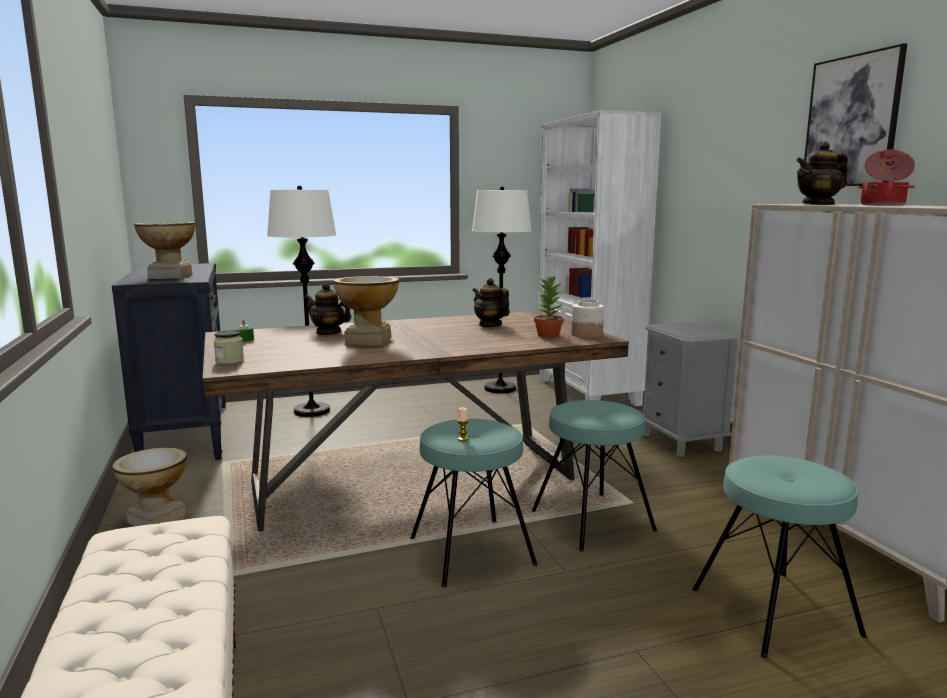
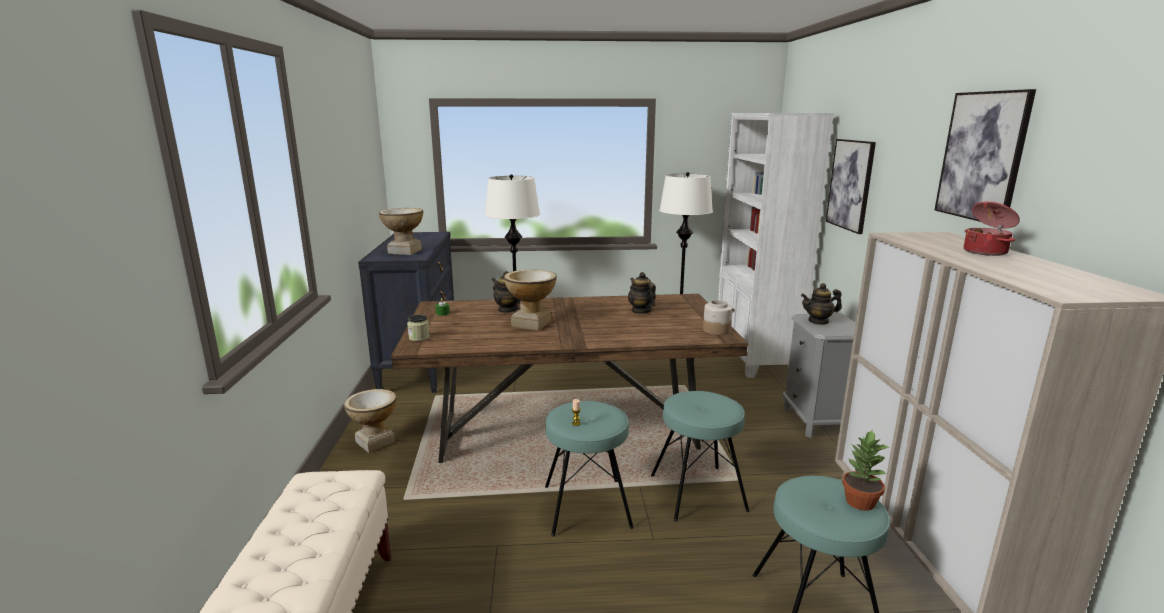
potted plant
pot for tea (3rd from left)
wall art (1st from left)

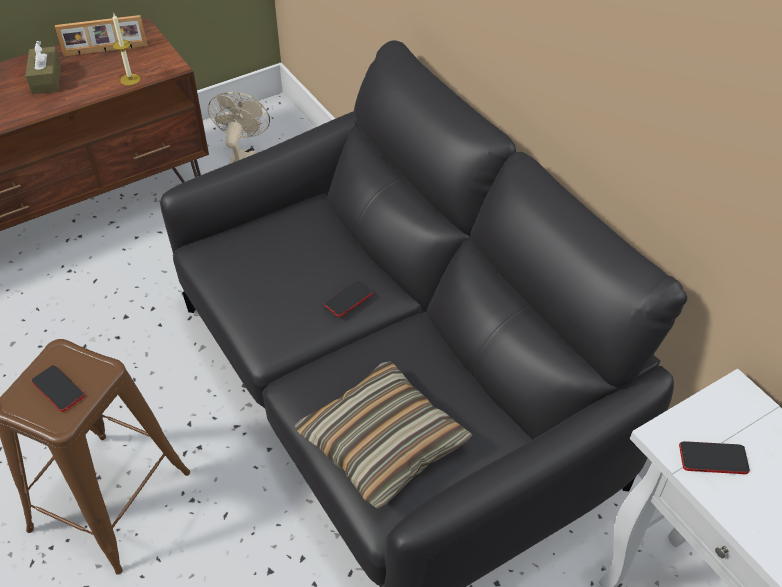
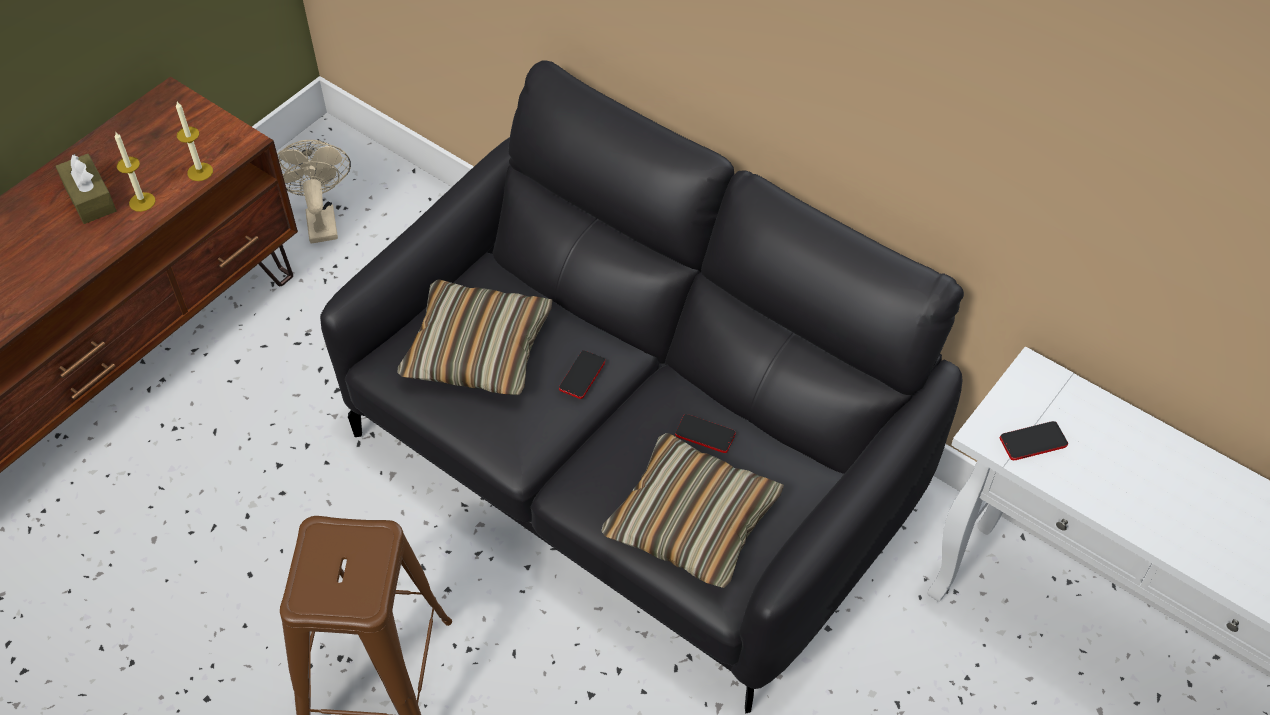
handset (2nd from left)
picture frame
candle (1st from left)
throw pillow (1st from left)

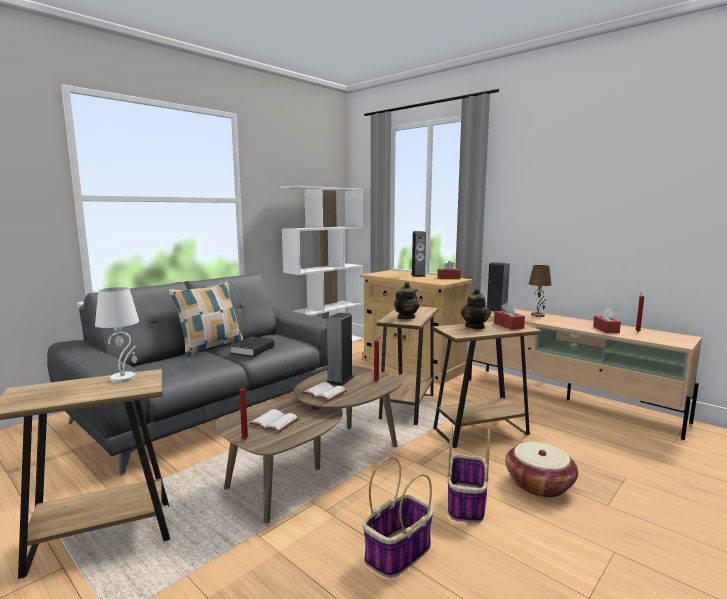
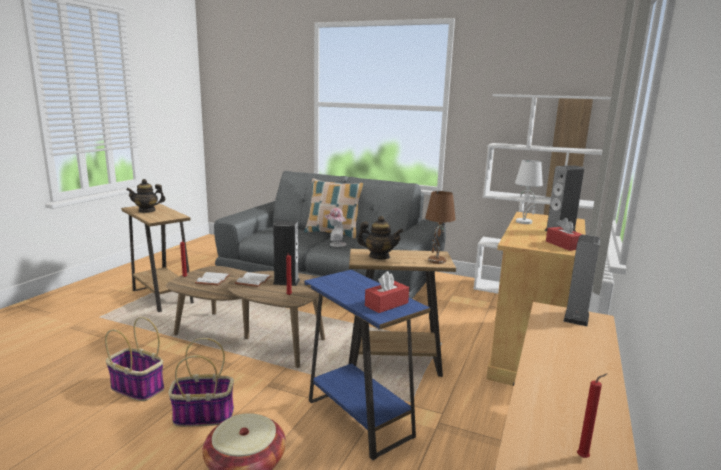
white-coloured lamp for a table
wearable hat
bluish side table
pot for tea (1st from left)
brownish lamp for a table
red tissue holder (3rd from left in the first image)

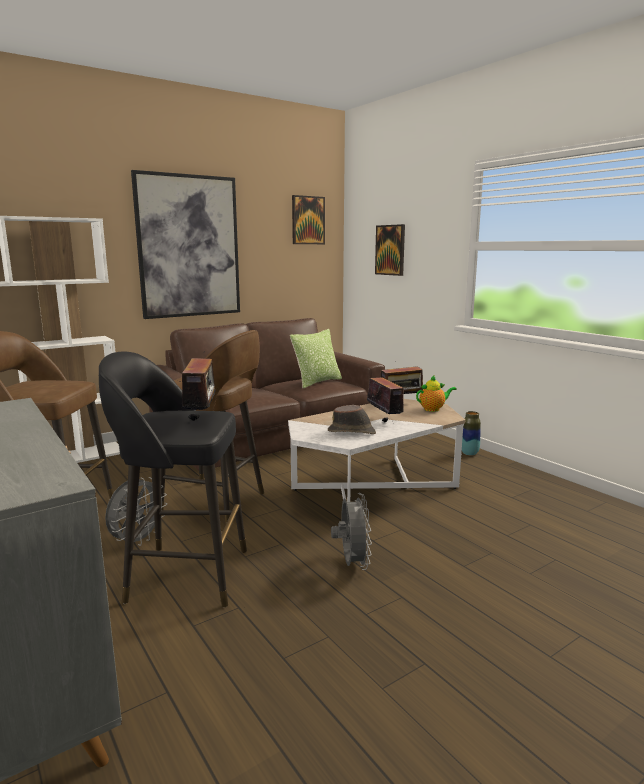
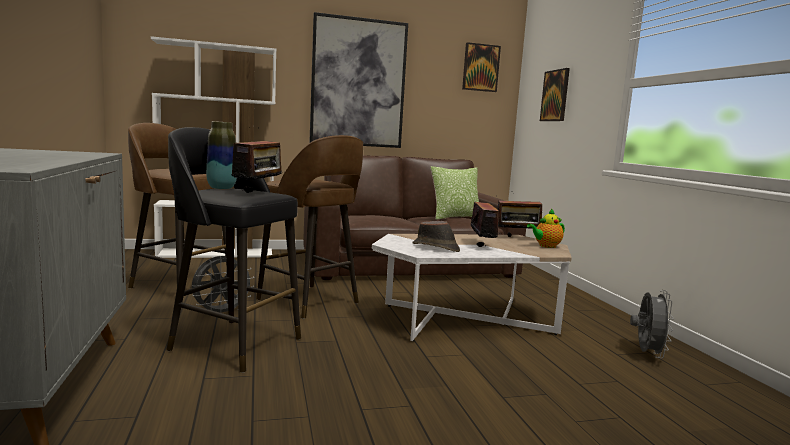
grey fan (2nd from left)
pot for tea
decorative vase

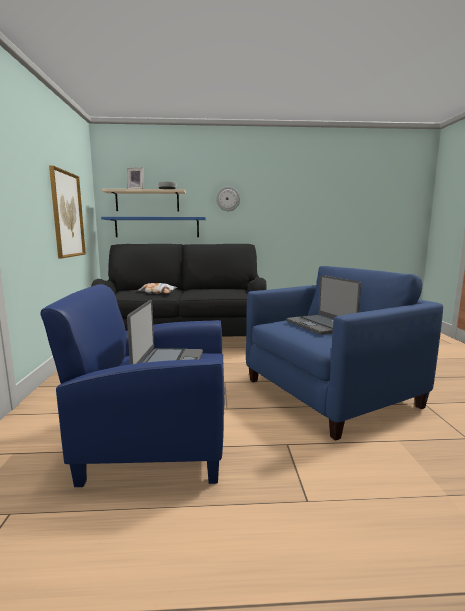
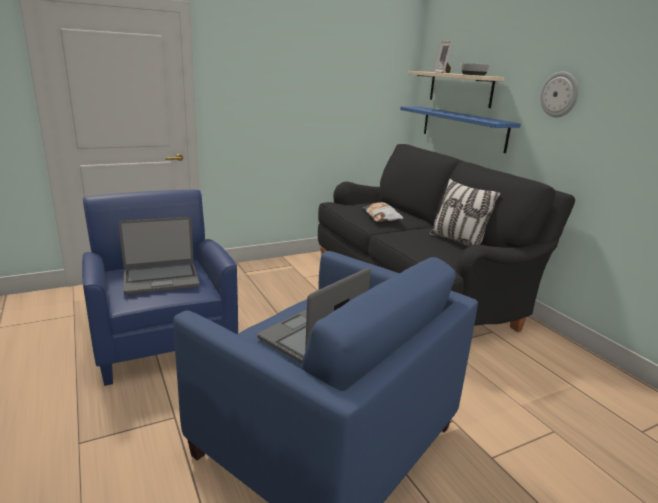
wall art
throw pillow (2nd from left)

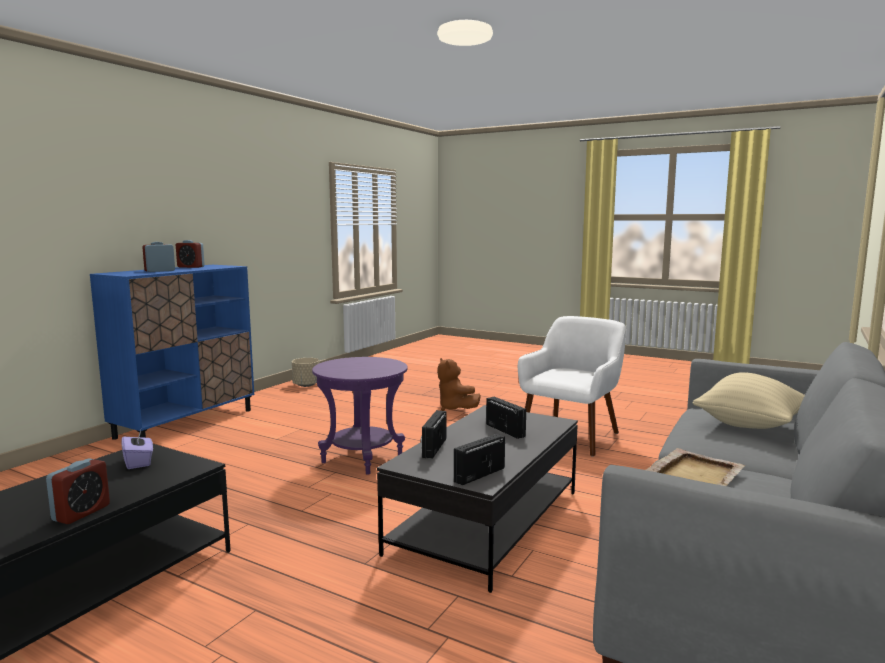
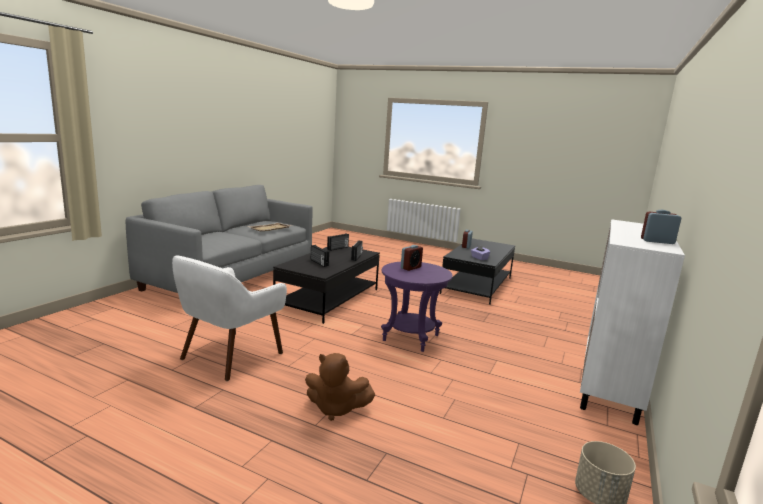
white-coloured cabinet
bedside clock (1st from left)
brownish cuddly toy
beige-coloured throw pillow

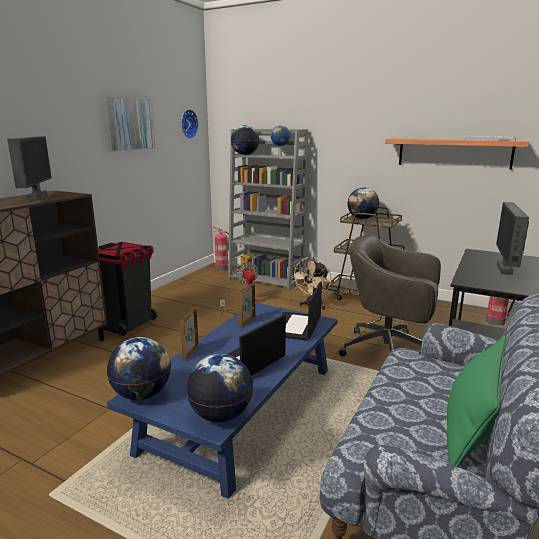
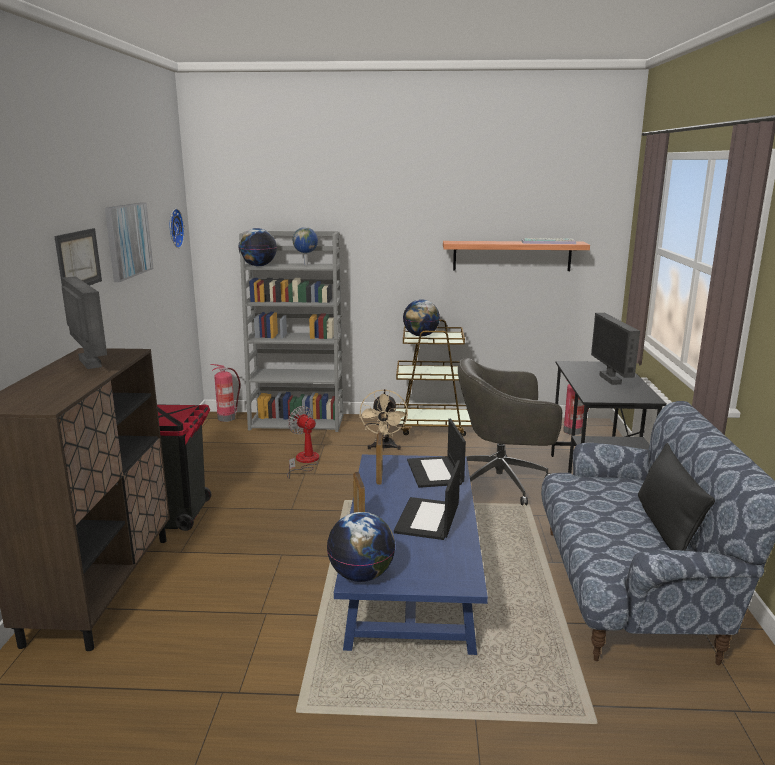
desk globe (2nd from left in the first image)
black throw pillow
wall art (1st from left)

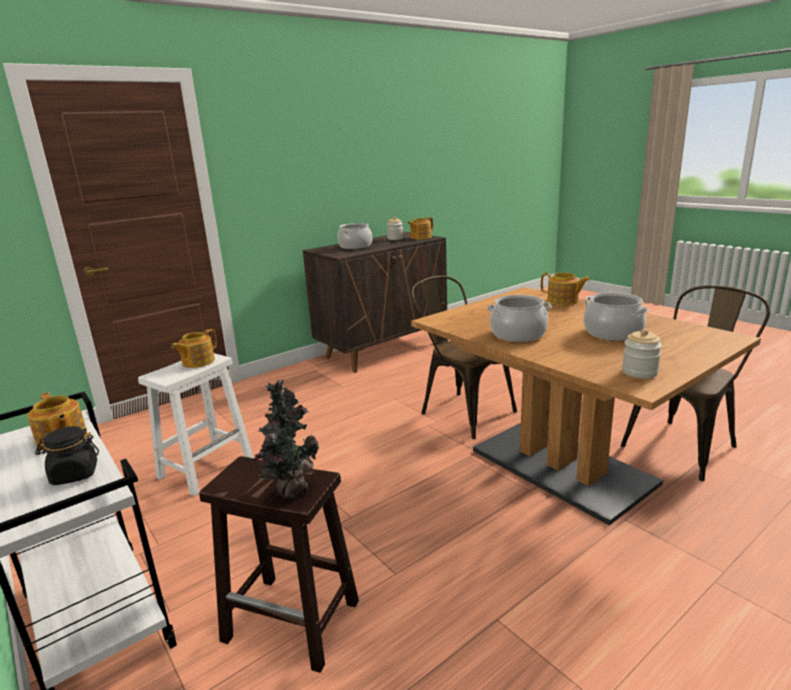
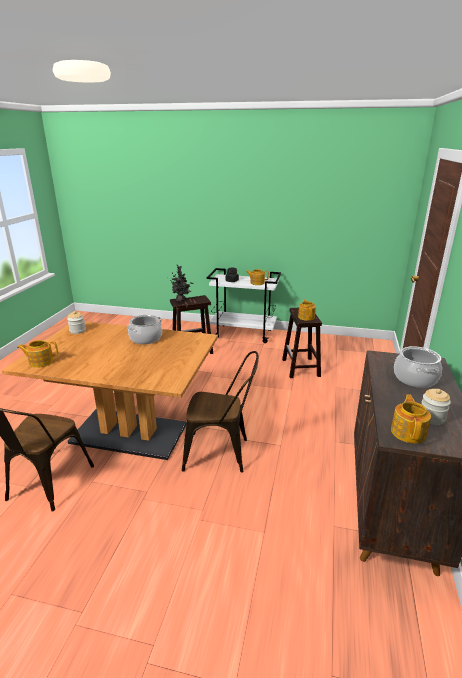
brownish sitting stool (2nd from left)
pot for tea (1st from left)
cooking pot (3rd from left in the first image)

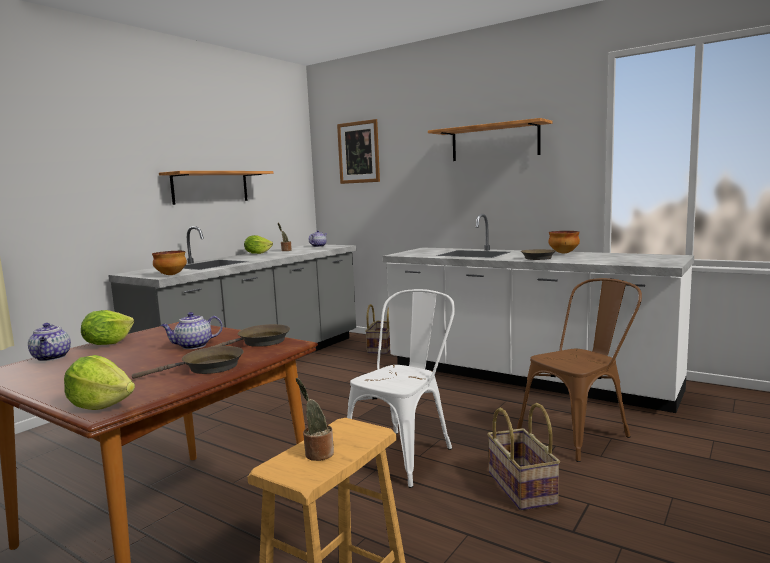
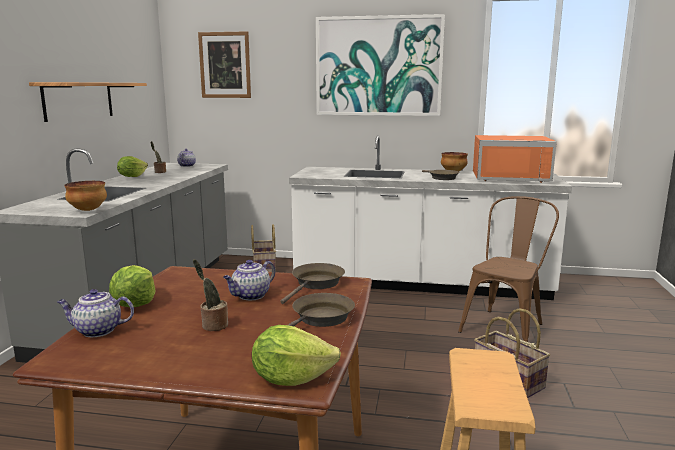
pot for tea (1st from left)
potted plant (2nd from left)
white-coloured upright chair
wall art (2nd from left)
orange microwave

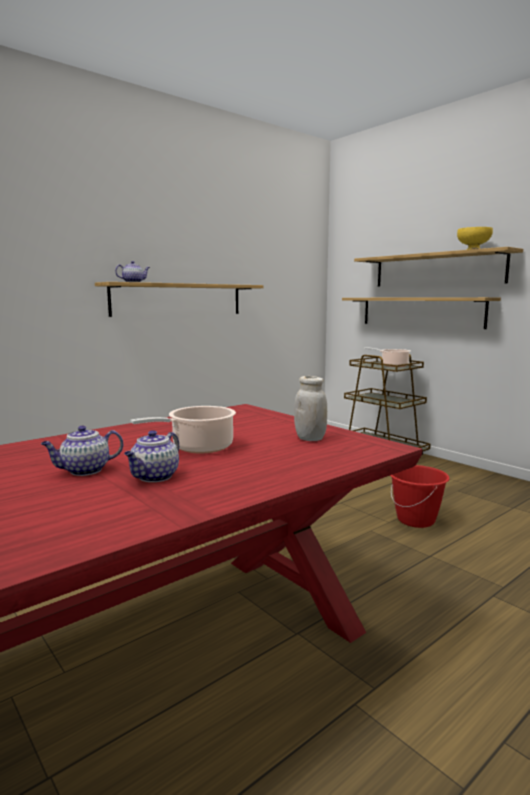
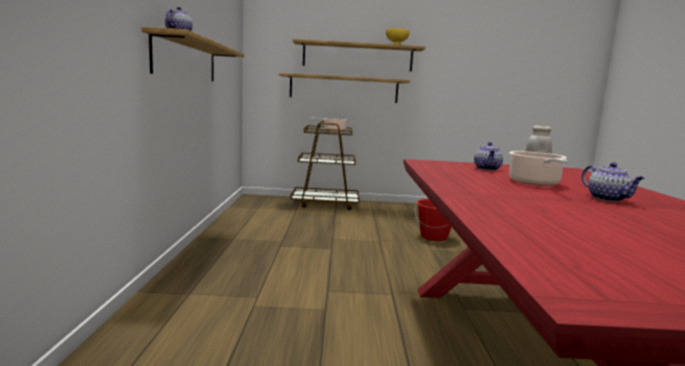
pot for tea (2nd from left)

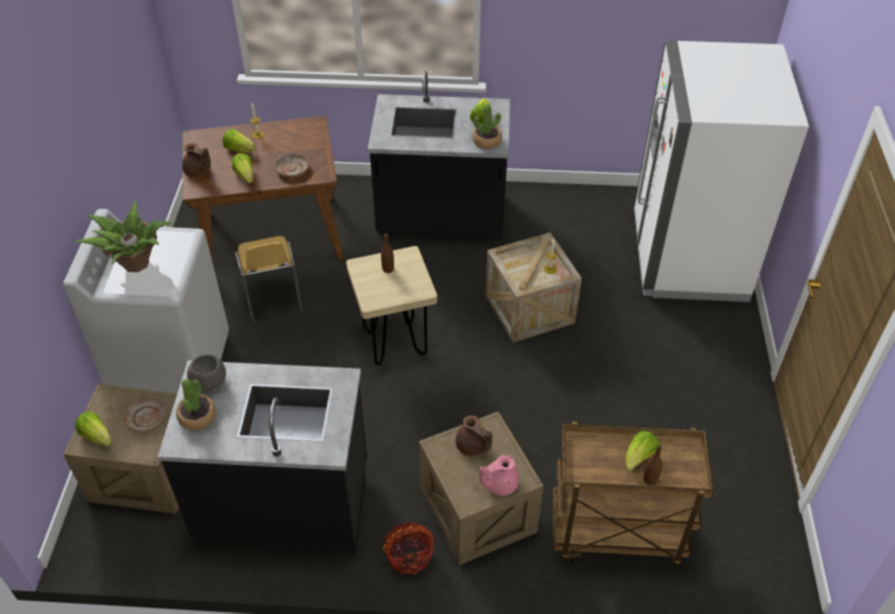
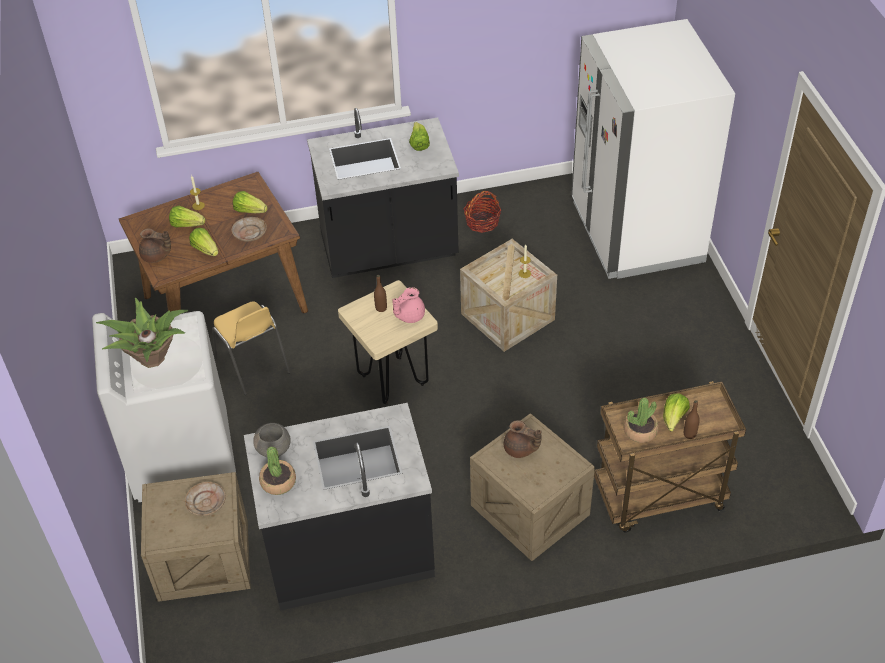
lettuce (3rd from left)
storage basket
potted plant (3rd from left)
pink-coloured pot for tea

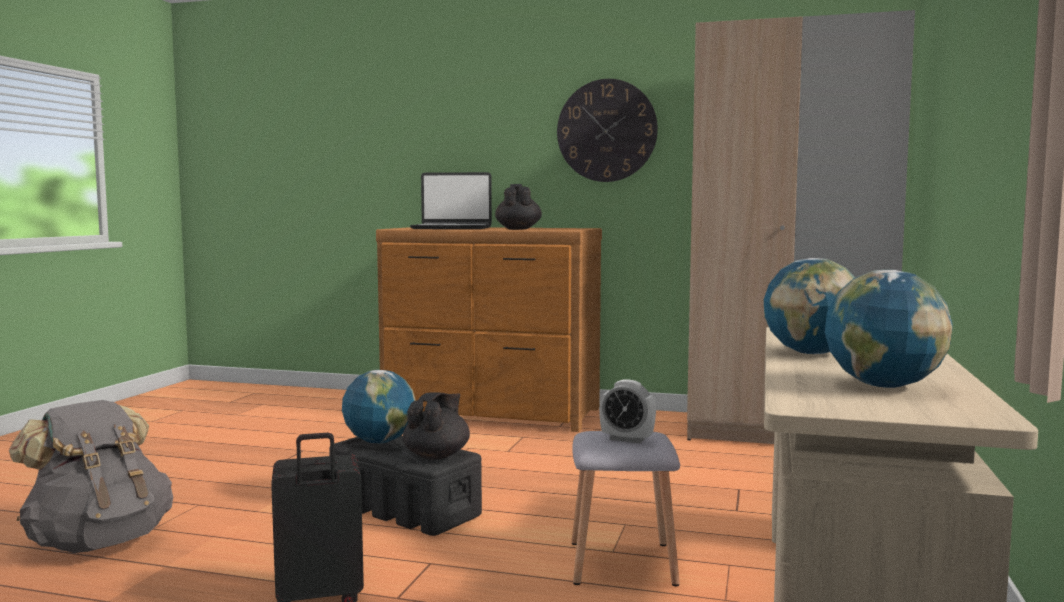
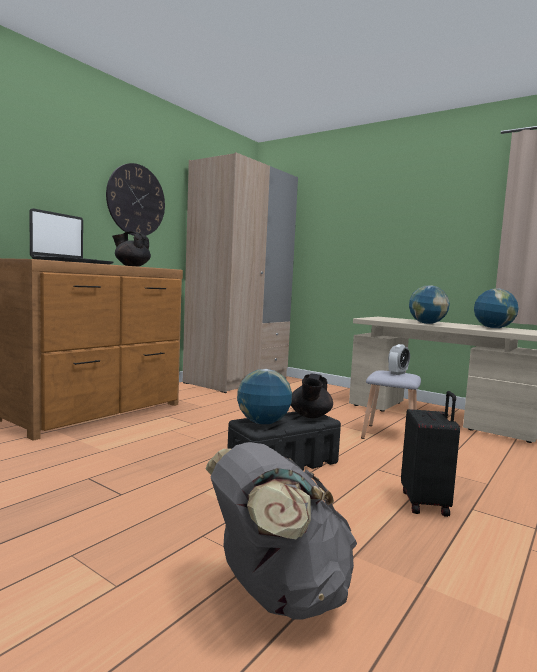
black pot for tea (2nd from left)

